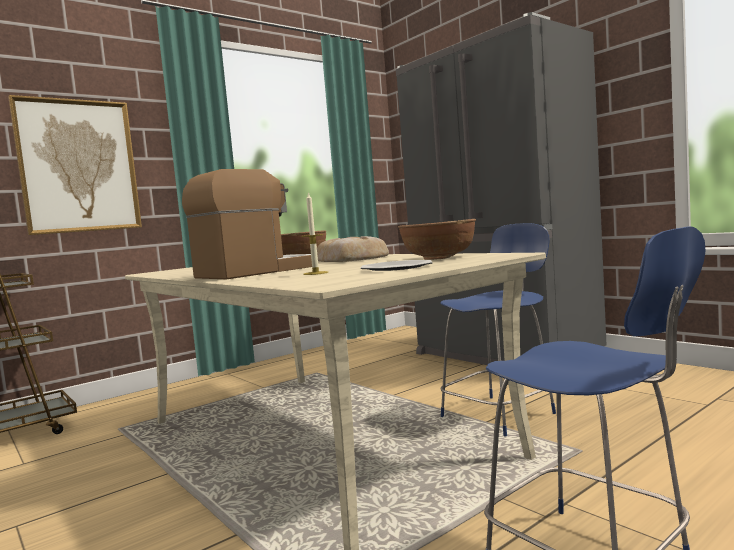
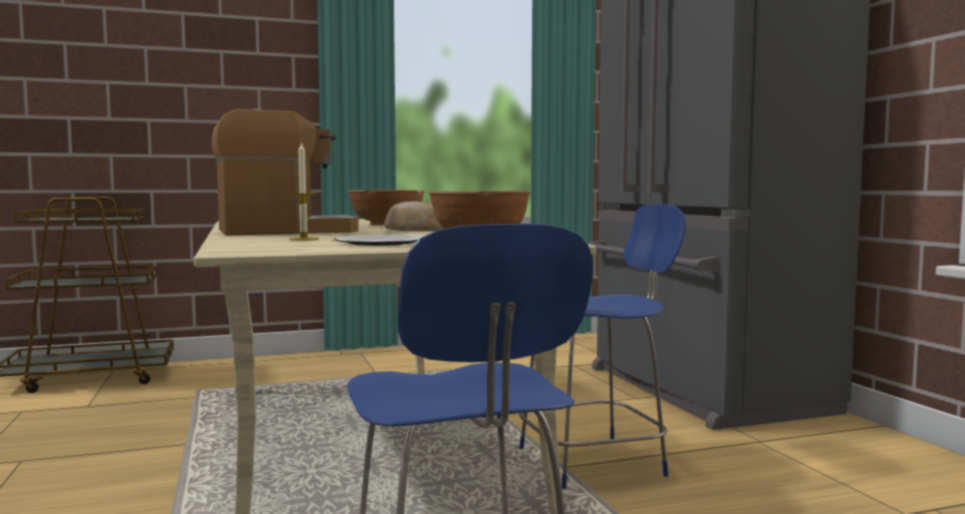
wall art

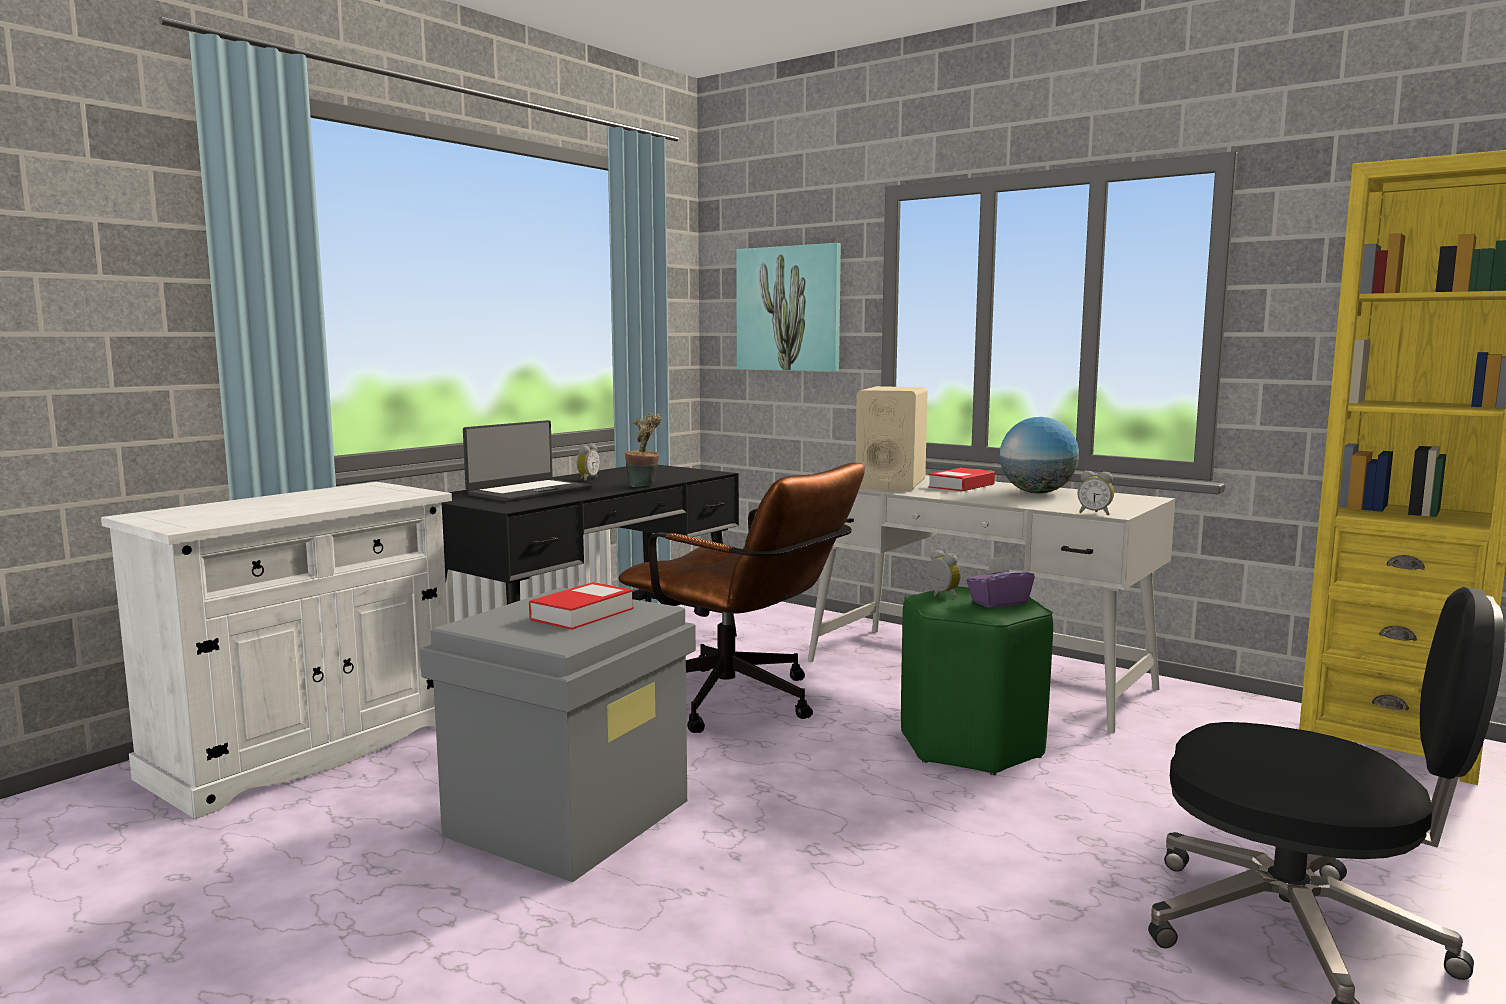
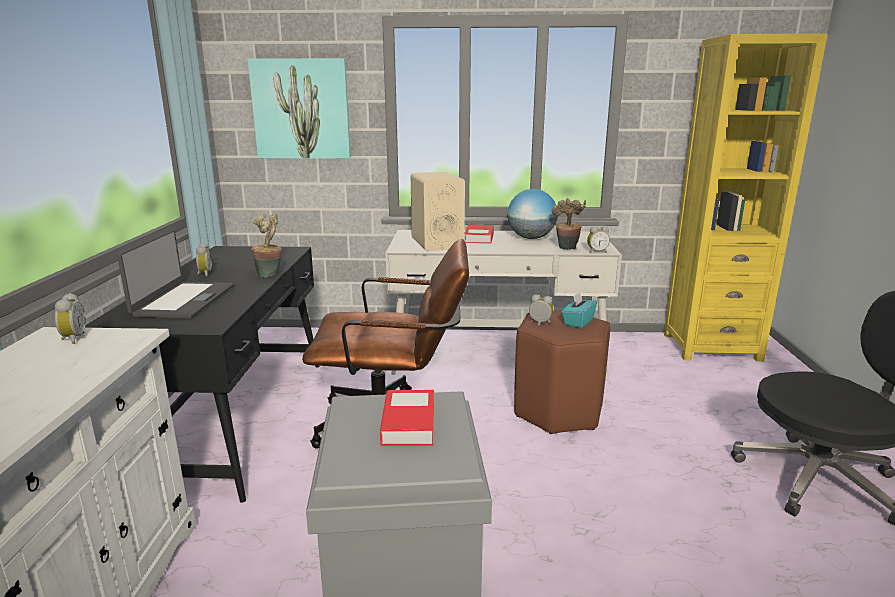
brownish sitting stool
turquoise-coloured tissue holder
bedside clock (1st from left)
potted plant (2nd from left)

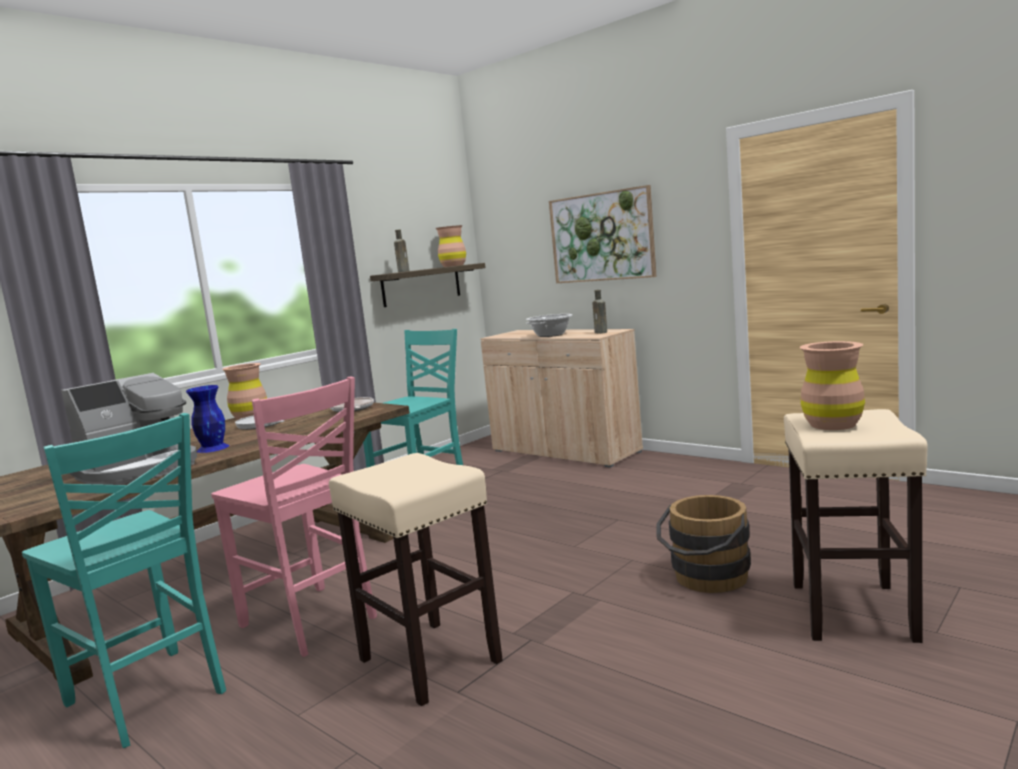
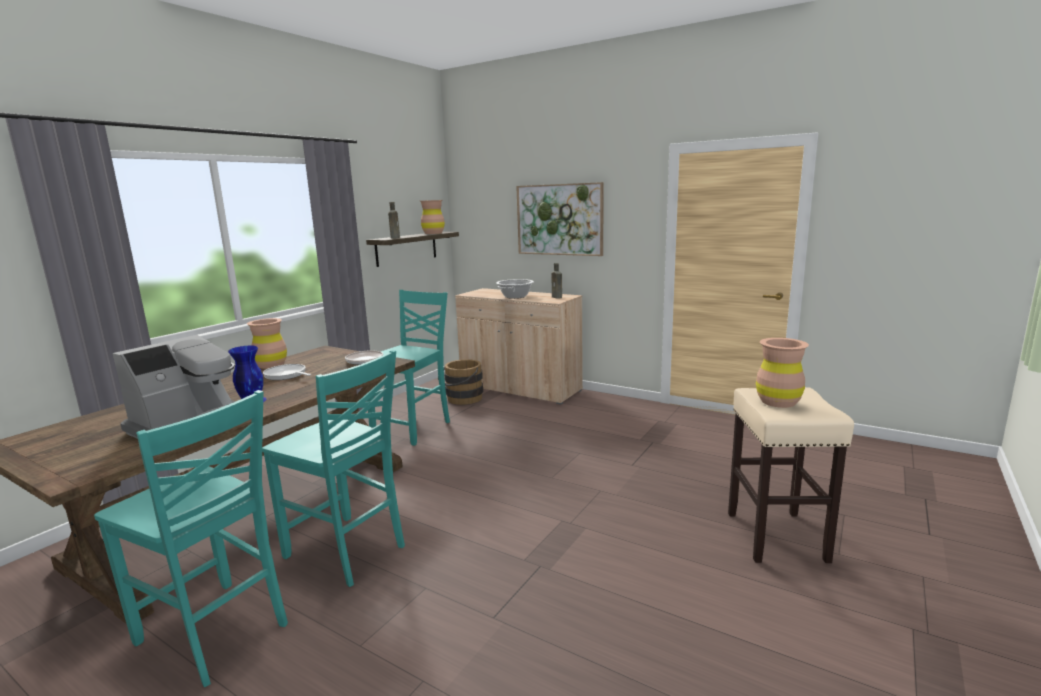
turquoise-coloured upright chair (2nd from left)
beige-coloured sitting stool (1st from left in the first image)
brownish pail

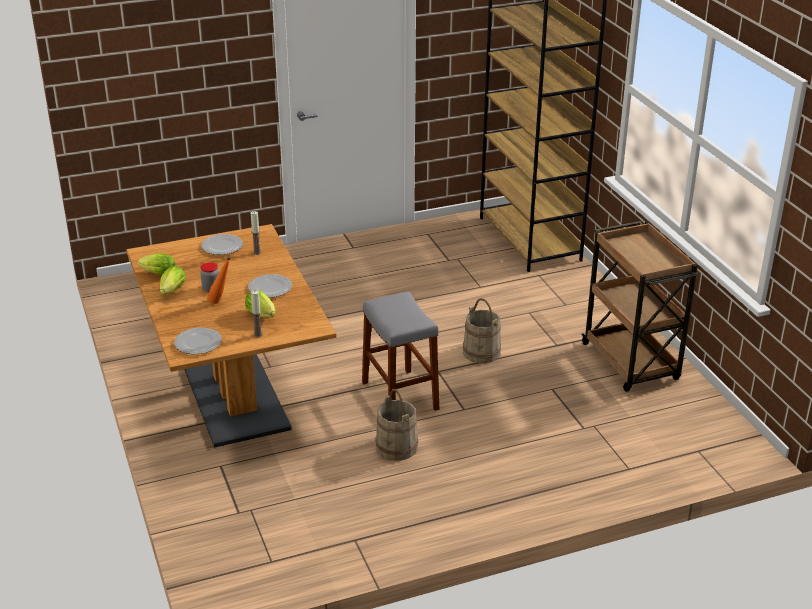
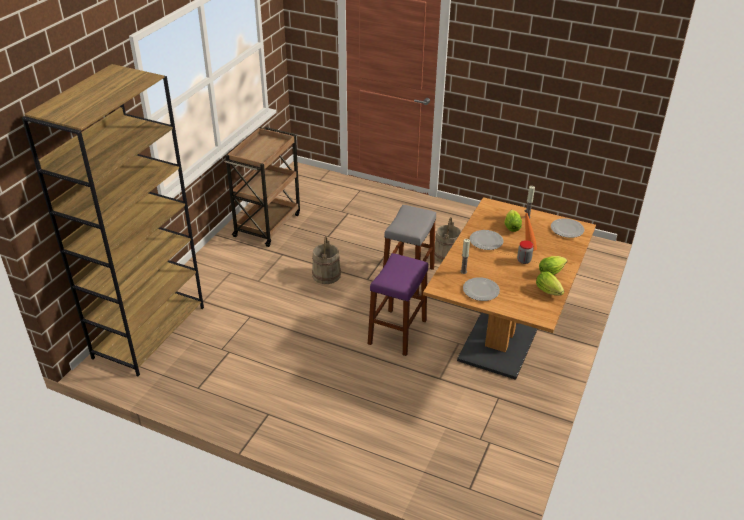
purple sitting stool

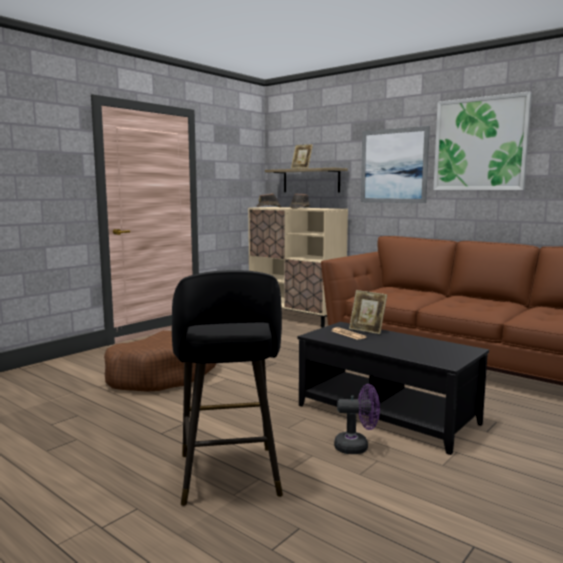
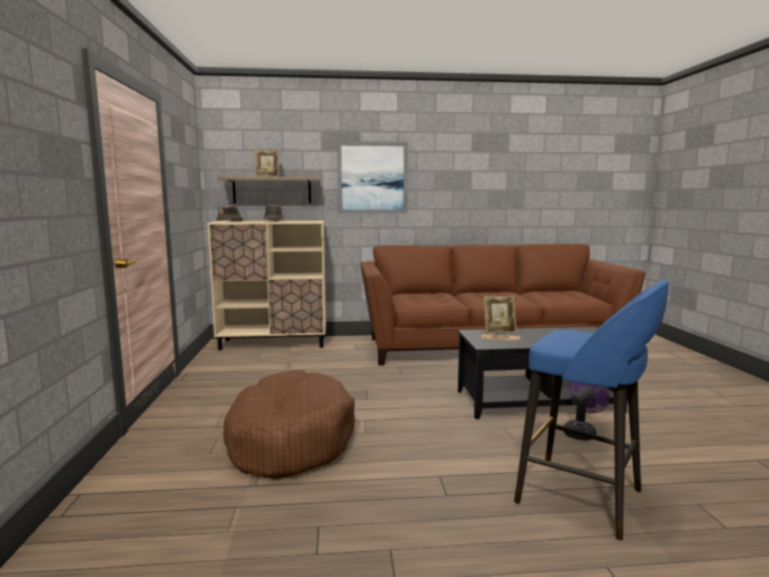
bluish sitting stool
wall art (2nd from left in the first image)

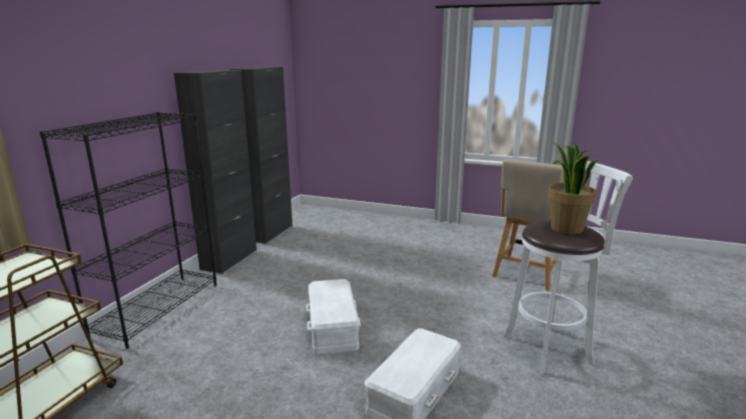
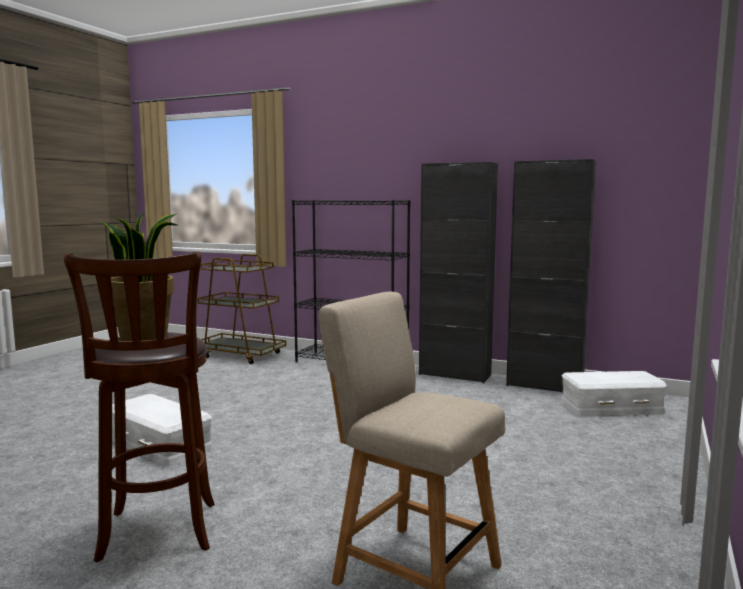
white-coloured storage box (2nd from left)
brownish sitting stool

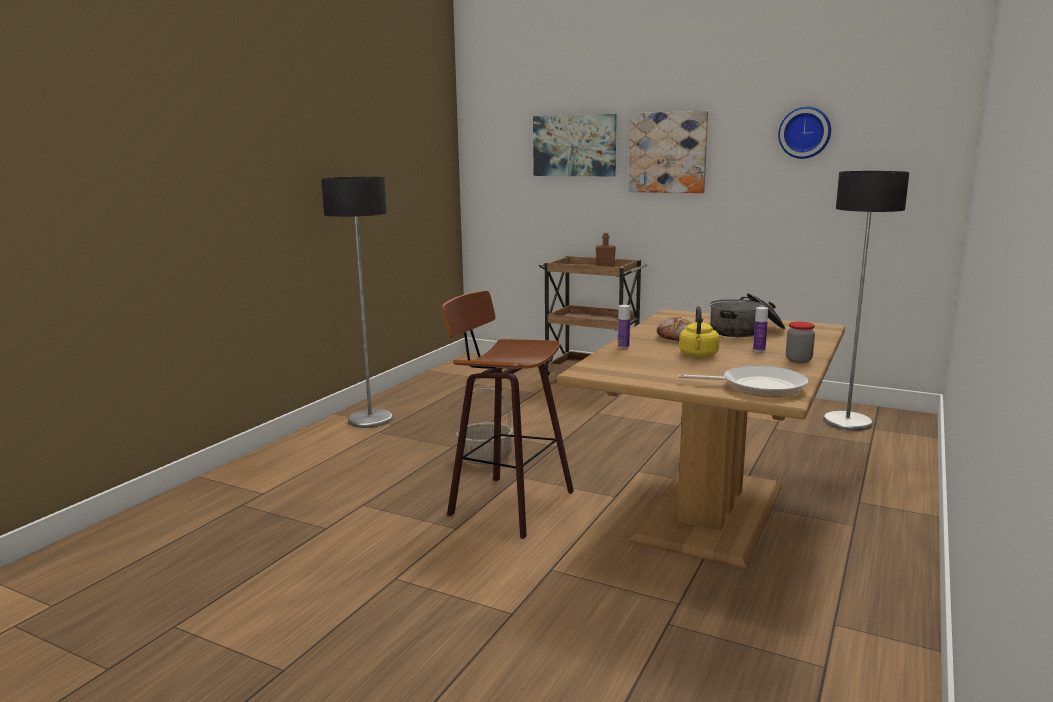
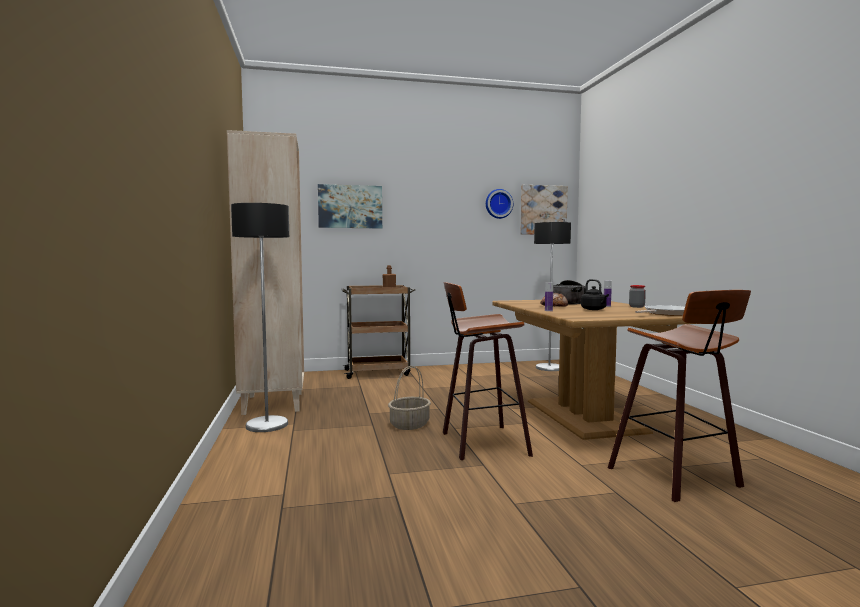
wall art (2nd from left)
black water kettle
beige-coloured bookshelf
sitting stool (2nd from left)

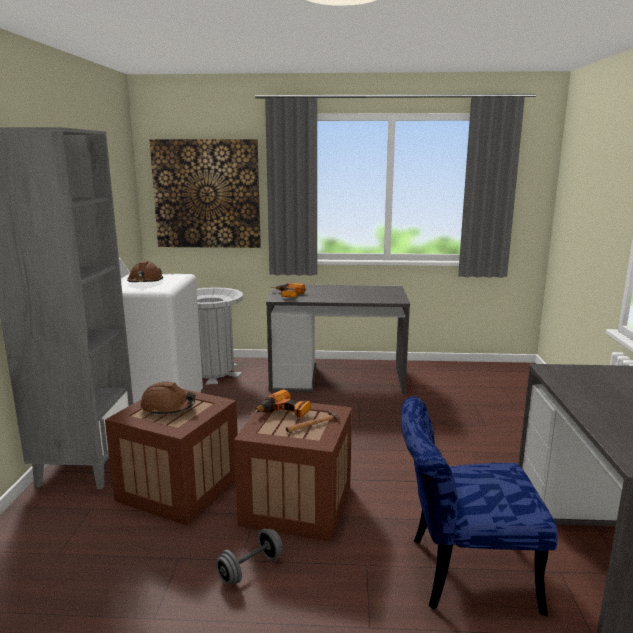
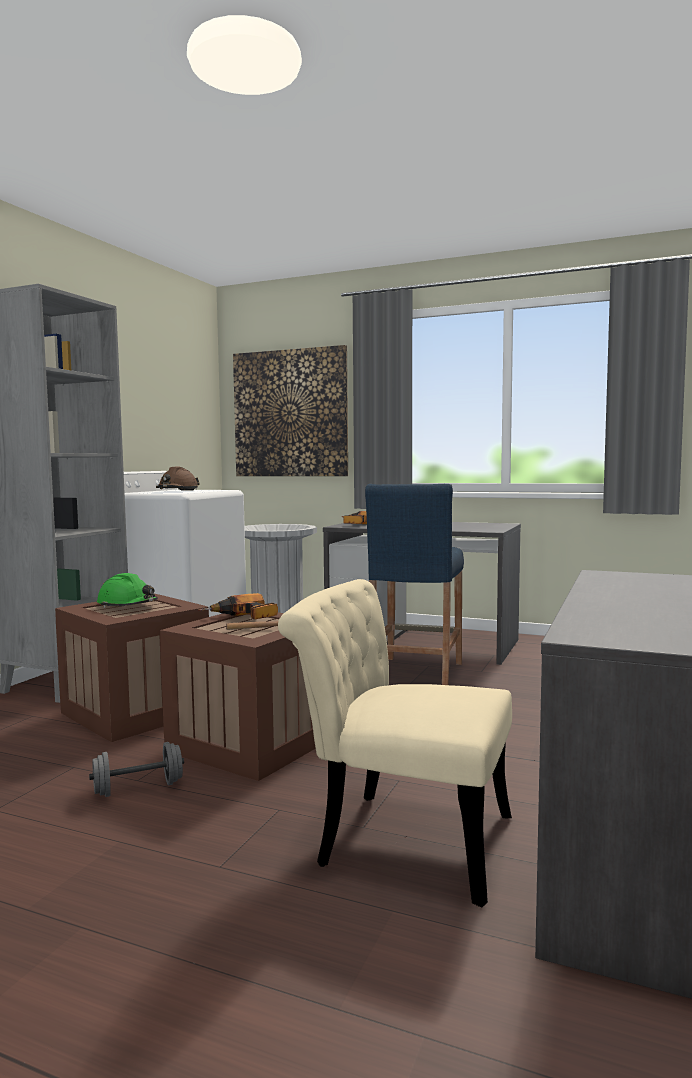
green-coloured hard hat
beige-coloured upright chair
bluish sitting stool

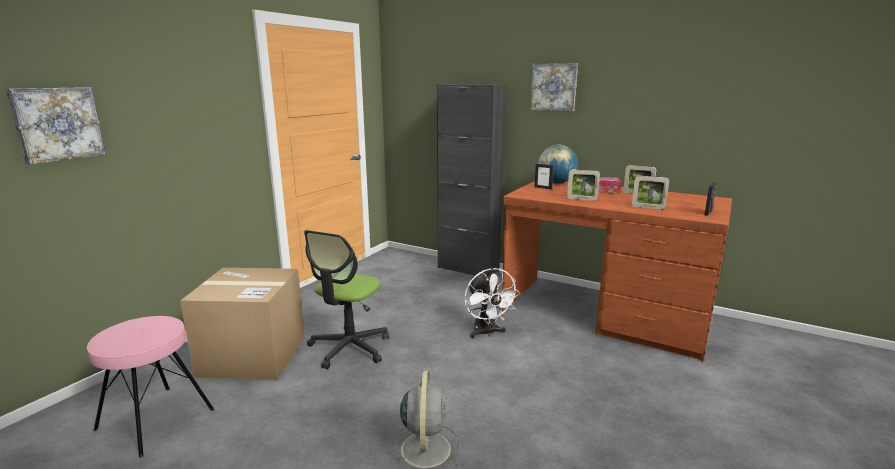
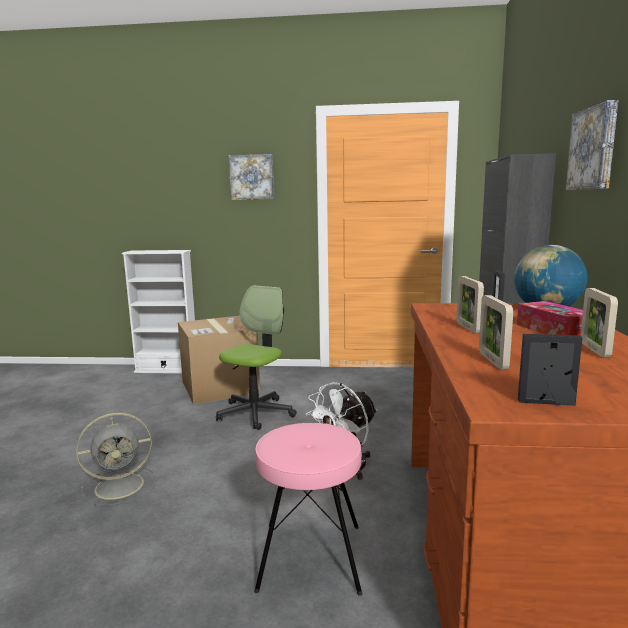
wall art (1st from left)
pink-coloured sitting stool
computer chair
white-coloured bookshelf

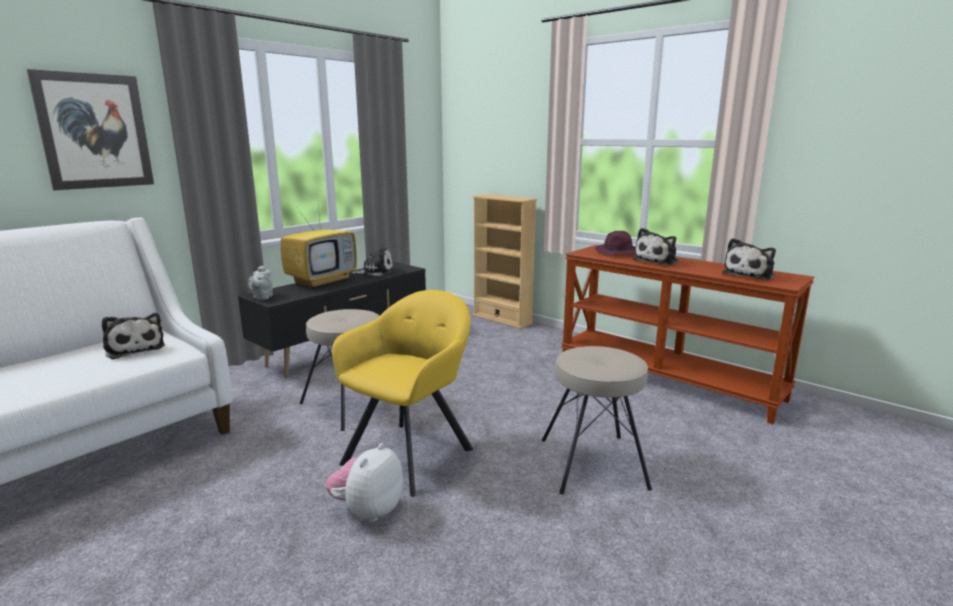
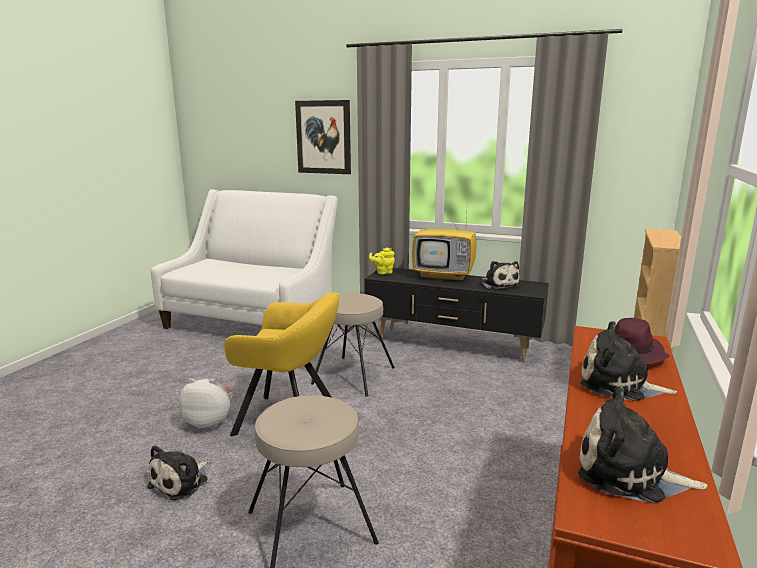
cuddly toy (1st from left)
yellow-coloured pot for tea

